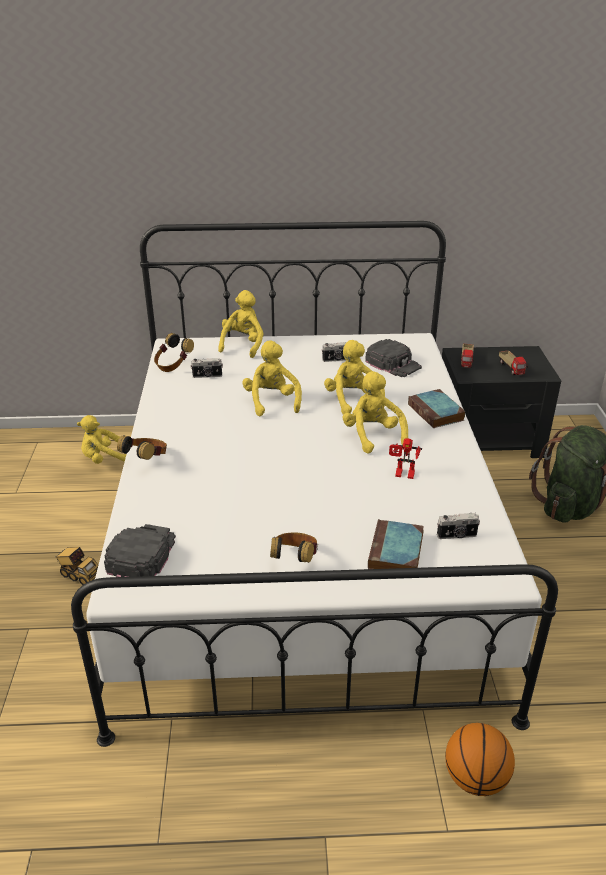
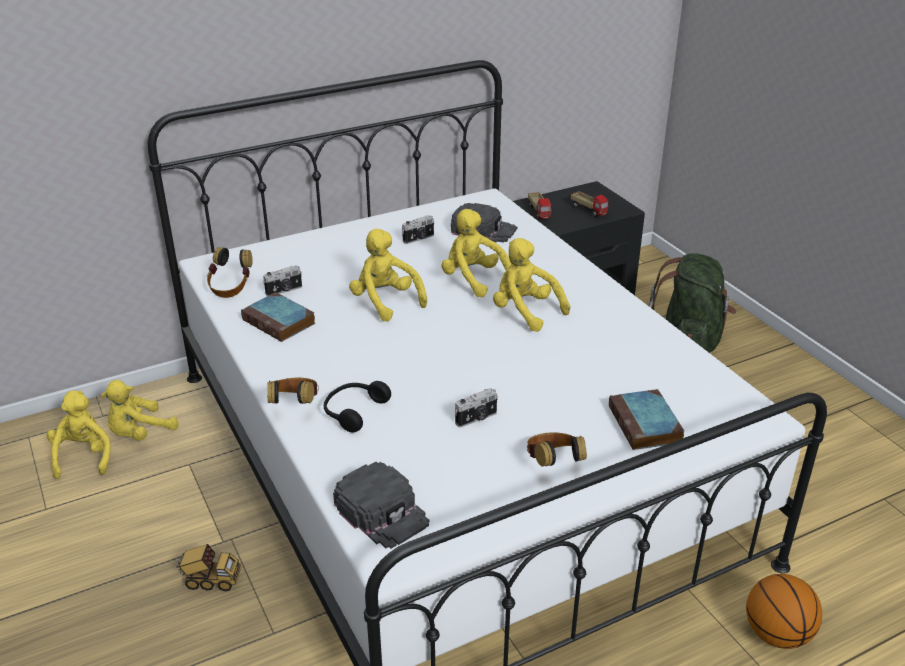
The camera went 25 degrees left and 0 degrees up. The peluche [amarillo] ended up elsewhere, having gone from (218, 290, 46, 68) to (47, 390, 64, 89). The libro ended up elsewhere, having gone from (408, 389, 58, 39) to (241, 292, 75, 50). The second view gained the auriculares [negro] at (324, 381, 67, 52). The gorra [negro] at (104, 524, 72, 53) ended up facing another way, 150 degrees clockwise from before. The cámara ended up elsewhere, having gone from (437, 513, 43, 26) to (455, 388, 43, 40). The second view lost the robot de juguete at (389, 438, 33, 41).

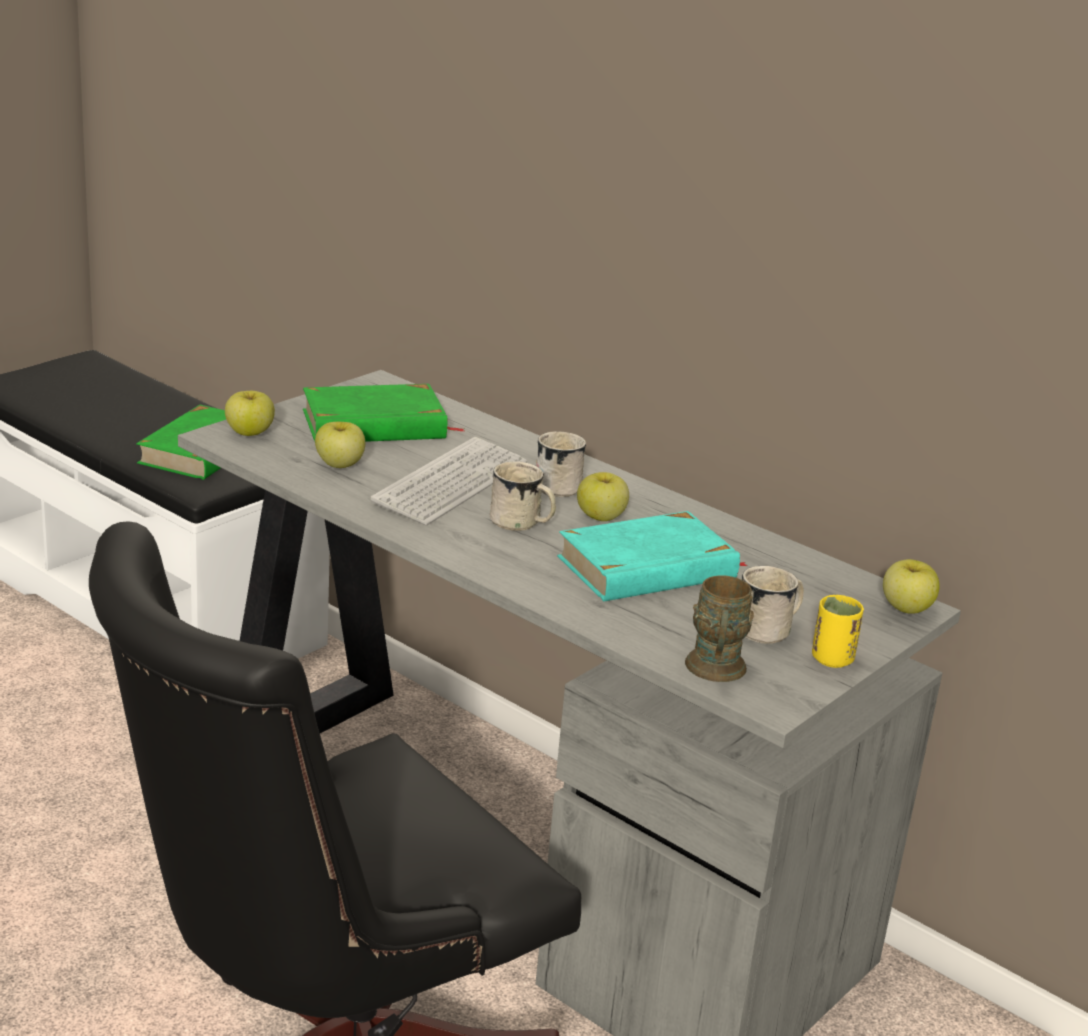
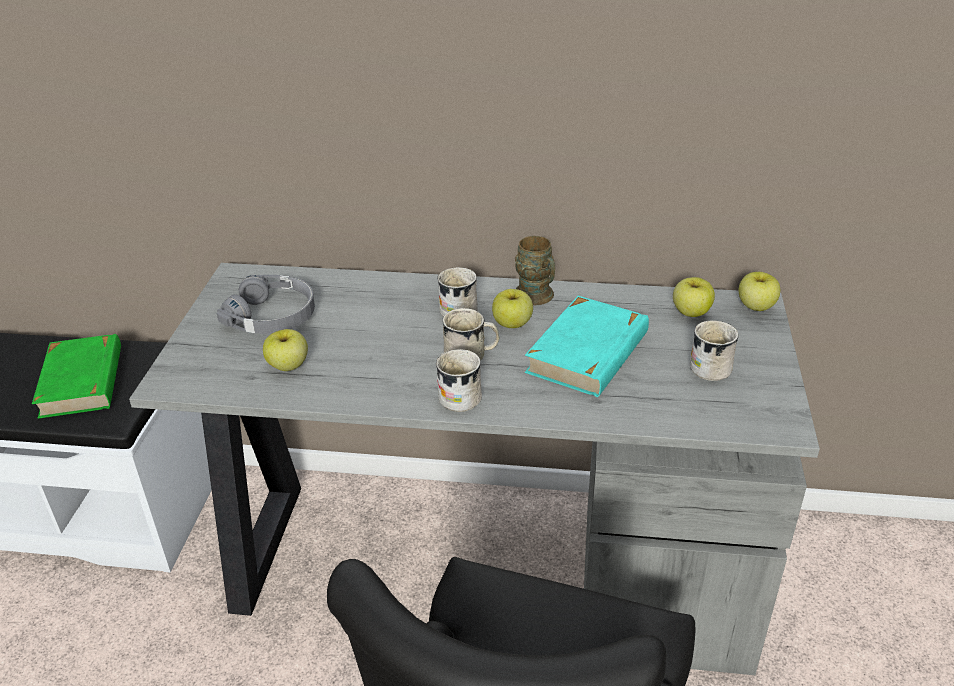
The camera went 30 degrees left and 10 degrees up. Where the libro [verde] stood at (303, 384, 161, 58), the auriculares [gris] came to stand at (217, 275, 98, 59). The second view gained the taza grande [blanco] at (436, 349, 46, 63). The taza grande [marrón] ended up elsewhere, having gone from (685, 576, 69, 106) to (515, 236, 40, 69). The manzana ended up elsewhere, having gone from (225, 391, 50, 45) to (673, 277, 42, 40). The second view lost the teclado at (370, 437, 157, 88). The second view lost the taza [amarillo] at (812, 595, 52, 73).

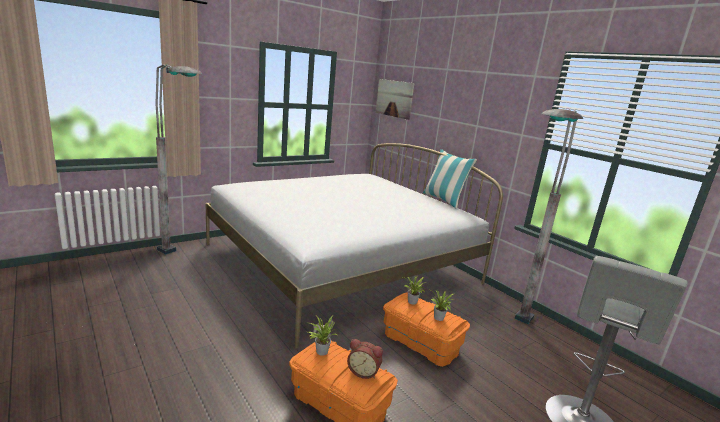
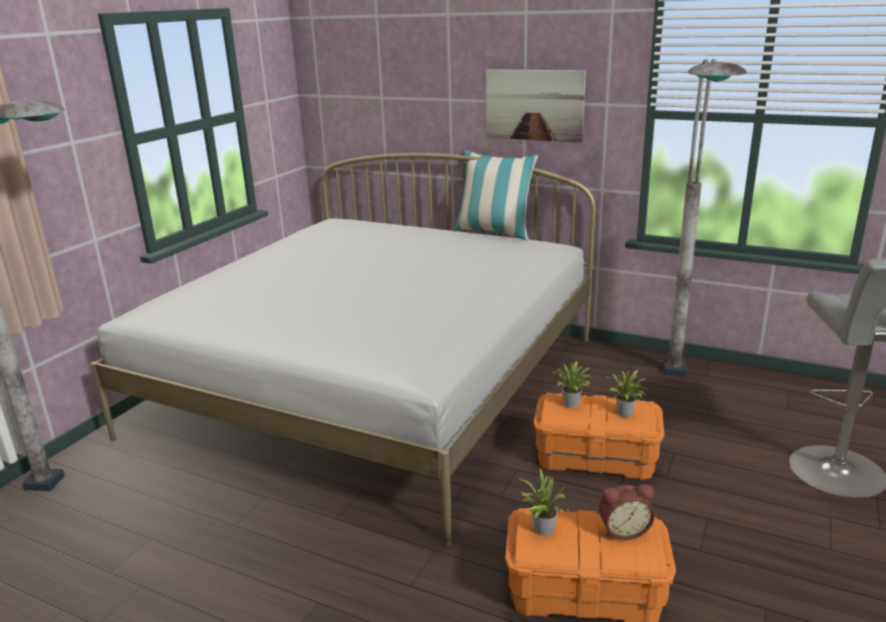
The camera went 25 degrees left and 5 degrees up. The cuadro ended up elsewhere, having gone from (376, 79, 38, 41) to (486, 69, 100, 74).

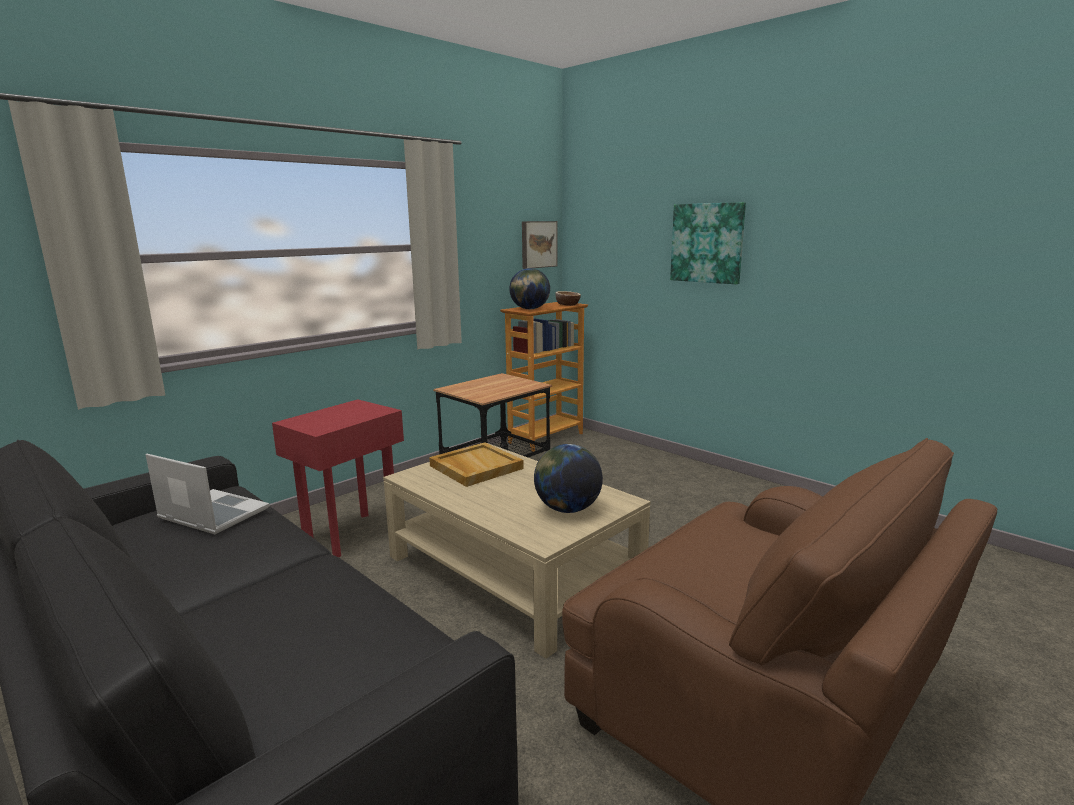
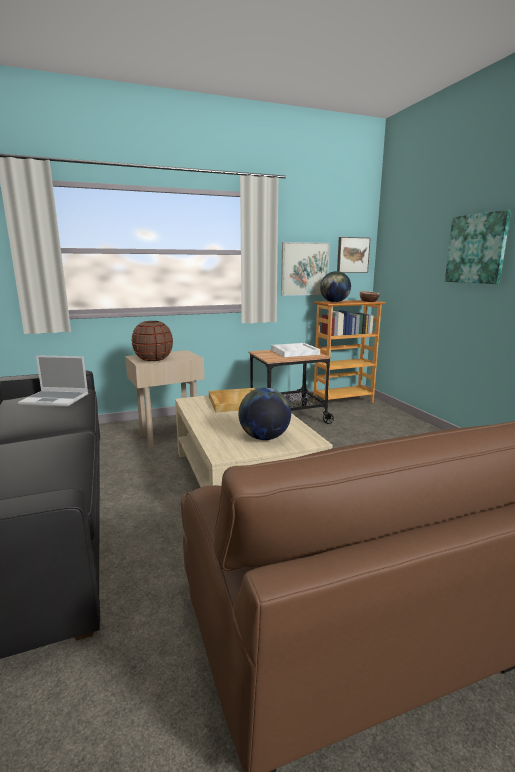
The camera went 25 degrees right and 0 degrees up. The portátil at (146, 454, 124, 80) ended up facing another way, 135 degrees clockwise from before. What was the mesa auxiliar [rojo] at (272, 399, 132, 158) turned into the mesa auxiliar [beis] at (125, 350, 80, 98). The second view gained the florero [marrón] at (132, 321, 41, 40). The second view gained the bandeja [blanco] at (271, 343, 49, 14). The second view gained the cuadro at (281, 242, 49, 54).

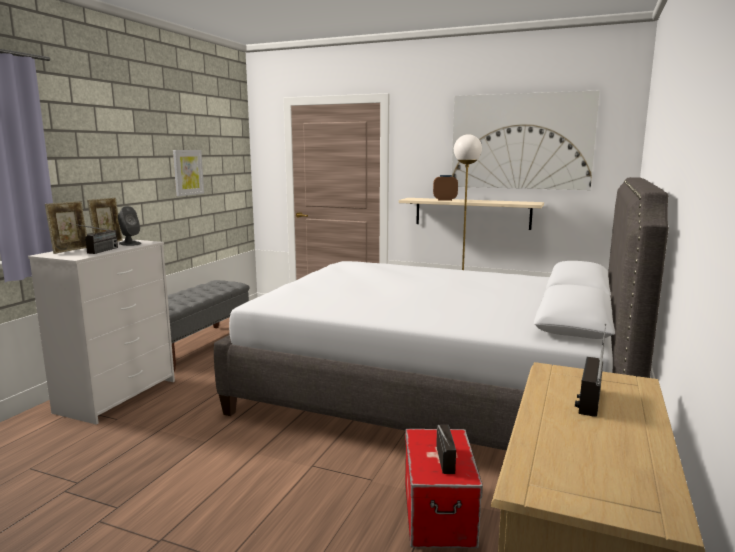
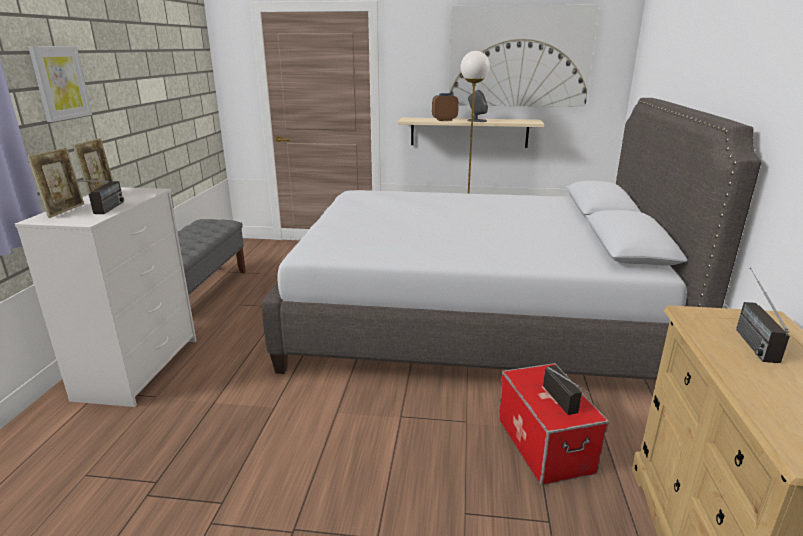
The camera went 15 degrees left and 10 degrees up. The cuadro ended up elsewhere, having gone from (173, 150, 31, 46) to (28, 46, 64, 76). The altavoz [gris] ended up elsewhere, having gone from (118, 206, 23, 40) to (467, 90, 21, 32).

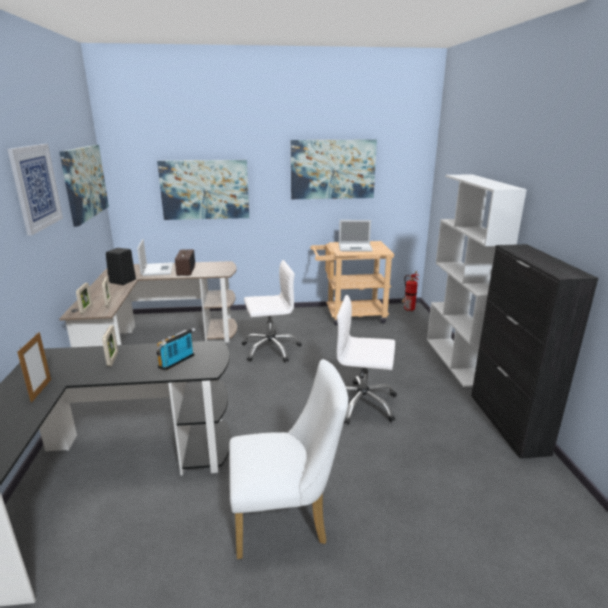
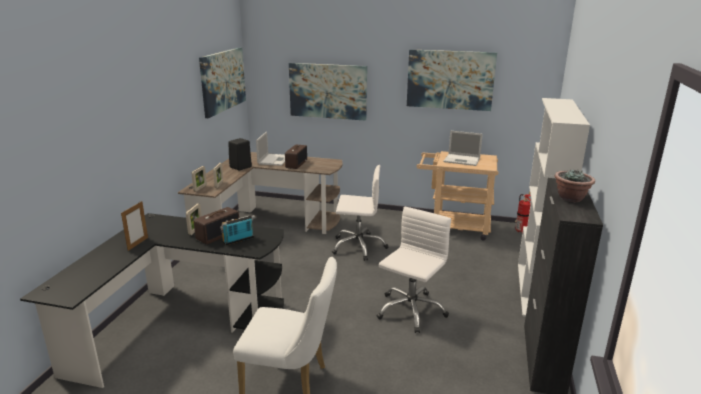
The camera went 20 degrees right and 0 degrees up. The second view gained the radio at (194, 207, 45, 37). The silla de oficina [blanco] at (337, 295, 60, 130) ended up facing another way, 90 degrees clockwise from before. The second view gained the planta en maceta at (555, 169, 40, 33). The second view lost the cuadro at (7, 144, 56, 92).

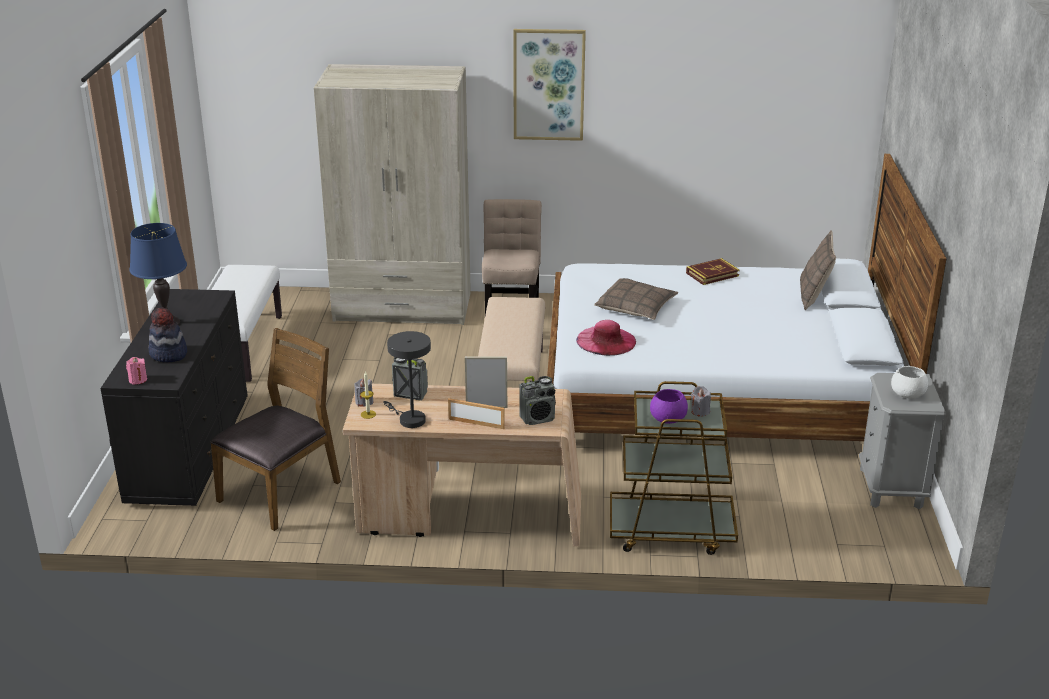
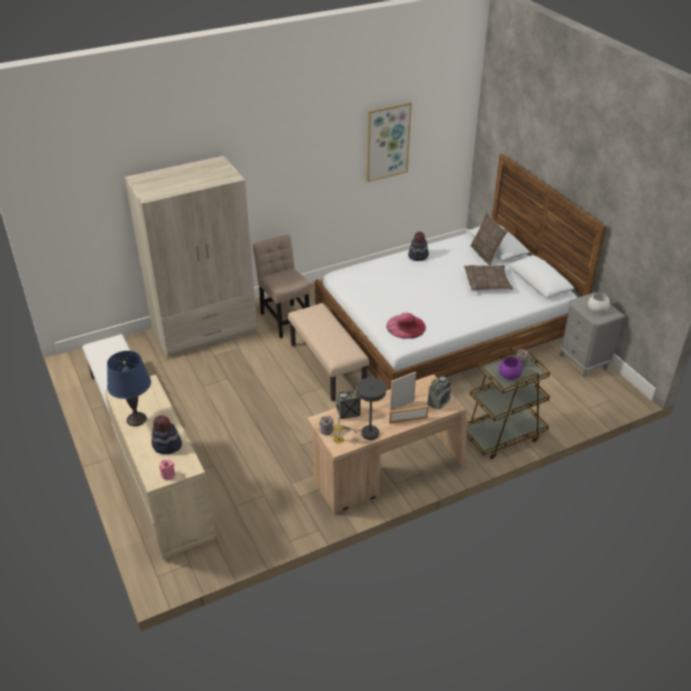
The camera went 30 degrees left and 10 degrees up. What was the cómoda [negro] at (100, 289, 148, 217) turned into the cómoda [beis] at (104, 375, 111, 184). The cuadro ended up elsewhere, having gone from (513, 29, 73, 112) to (366, 102, 46, 80). Where the libro stood at (686, 258, 54, 27), the sombrero came to stand at (408, 231, 21, 30). The cojín ended up elsewhere, having gone from (594, 278, 84, 42) to (464, 265, 50, 26). The second view lost the silla [marrón] at (210, 328, 131, 203).

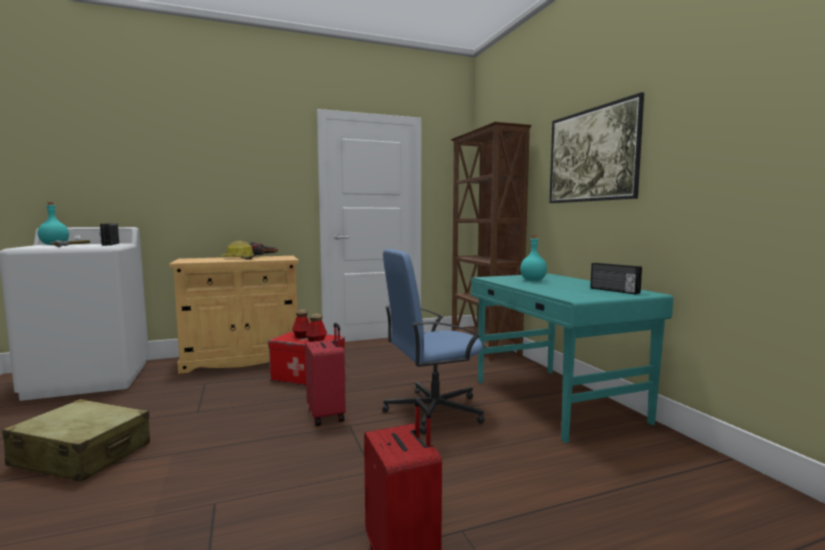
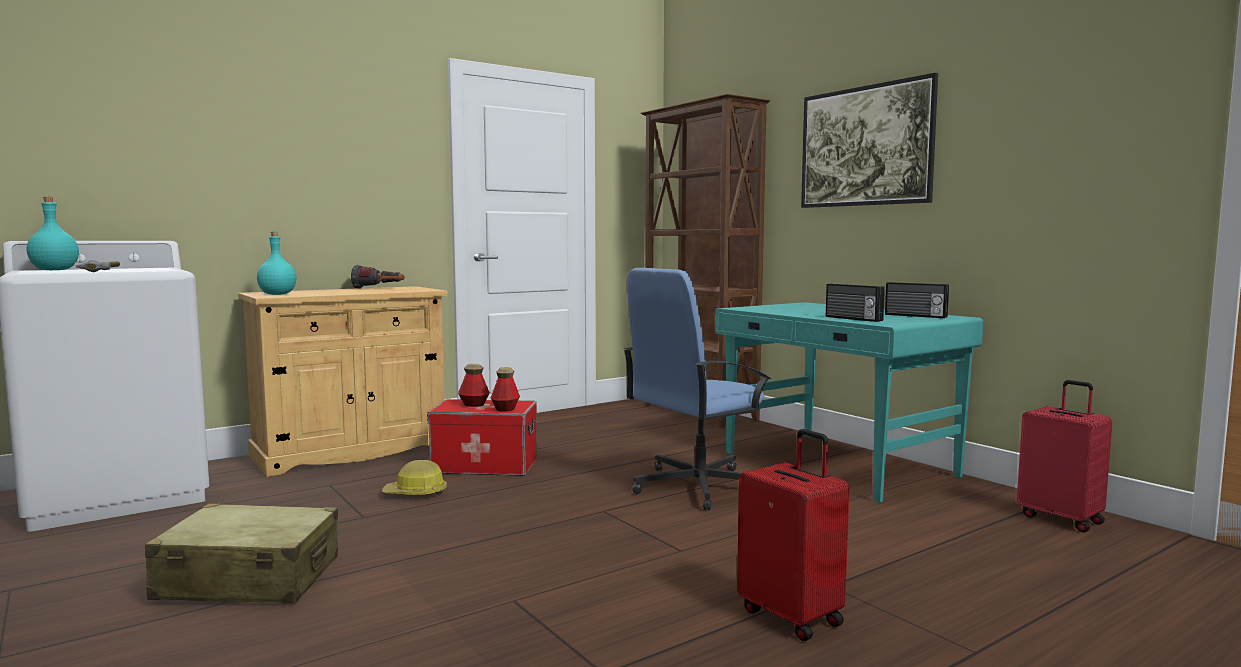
The camera went 15 degrees left and 0 degrees up. The botella [turquesa] ended up elsewhere, having gone from (520, 235, 27, 46) to (257, 232, 39, 63). The casco ended up elsewhere, having gone from (219, 241, 35, 19) to (382, 460, 65, 35). The radio ended up elsewhere, having gone from (99, 223, 20, 23) to (826, 284, 59, 38). The maleta [rojo] ended up elsewhere, having gone from (305, 323, 41, 103) to (1017, 380, 95, 152).

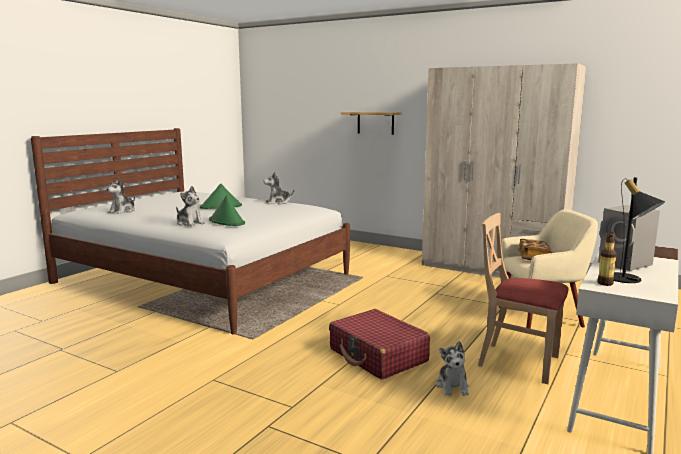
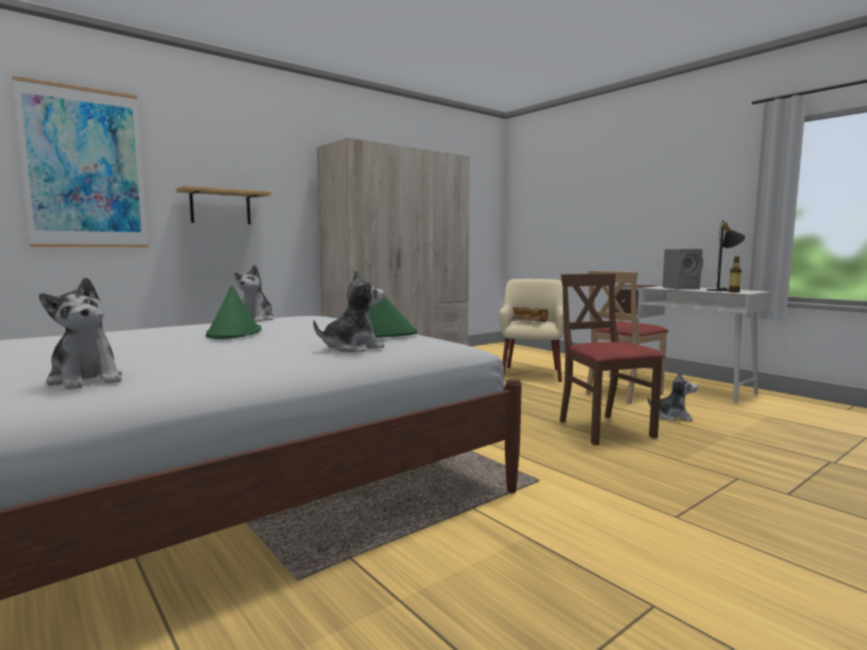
The camera went 70 degrees left and 5 degrees down. The second view gained the cuadro at (12, 76, 136, 171). Where the maleta [rojo] stood at (329, 309, 101, 71), the silla [marrón] came to stand at (560, 273, 105, 173).

